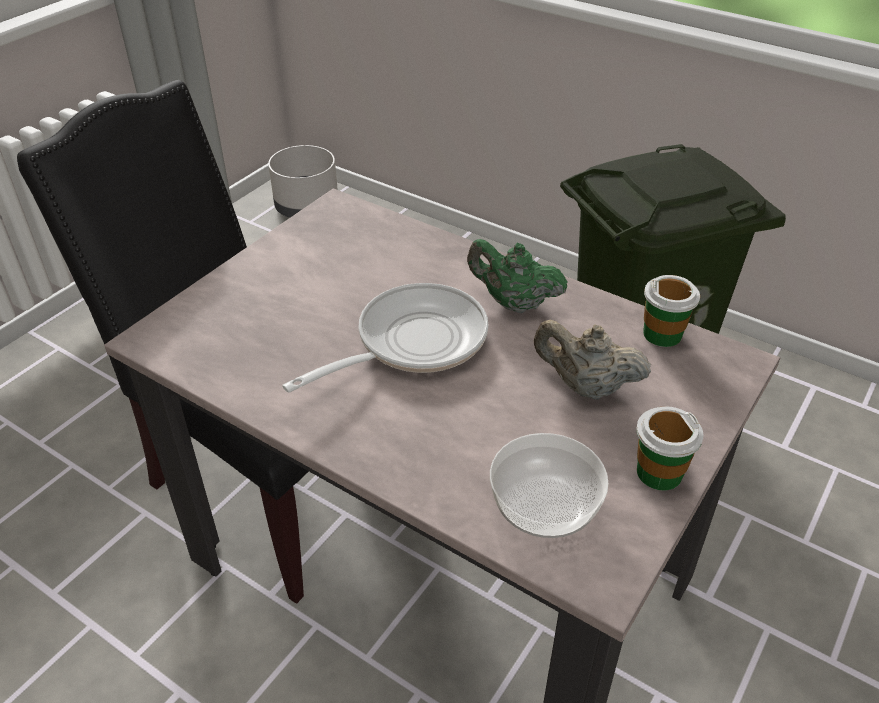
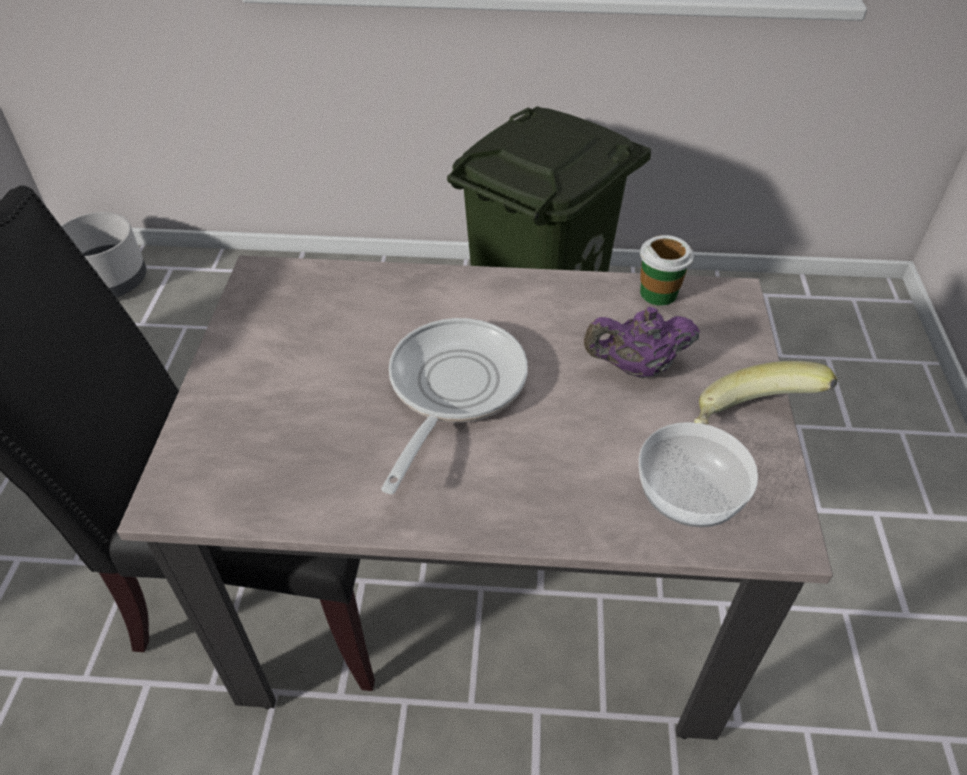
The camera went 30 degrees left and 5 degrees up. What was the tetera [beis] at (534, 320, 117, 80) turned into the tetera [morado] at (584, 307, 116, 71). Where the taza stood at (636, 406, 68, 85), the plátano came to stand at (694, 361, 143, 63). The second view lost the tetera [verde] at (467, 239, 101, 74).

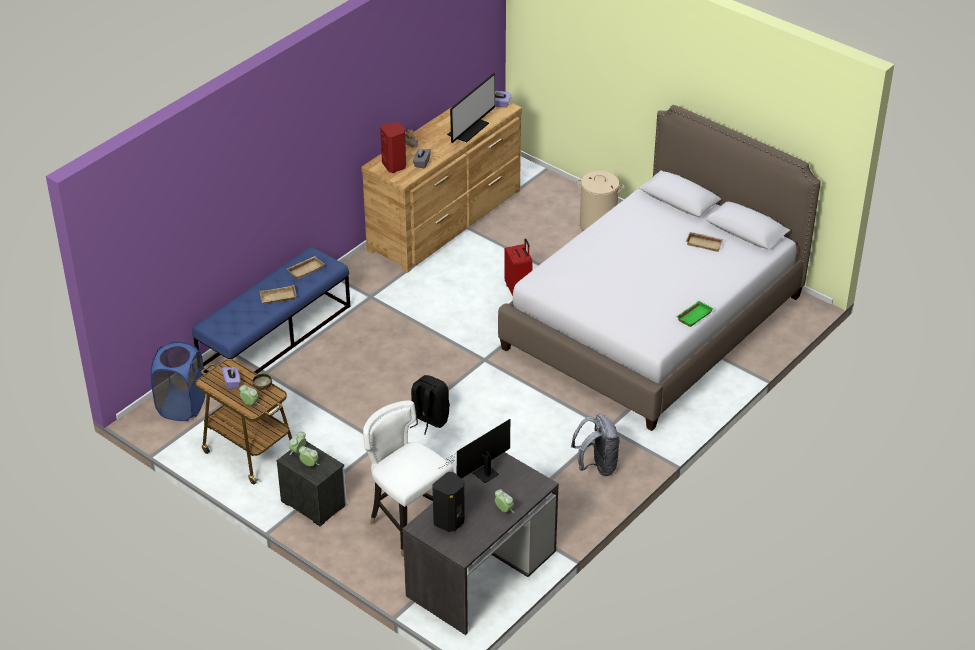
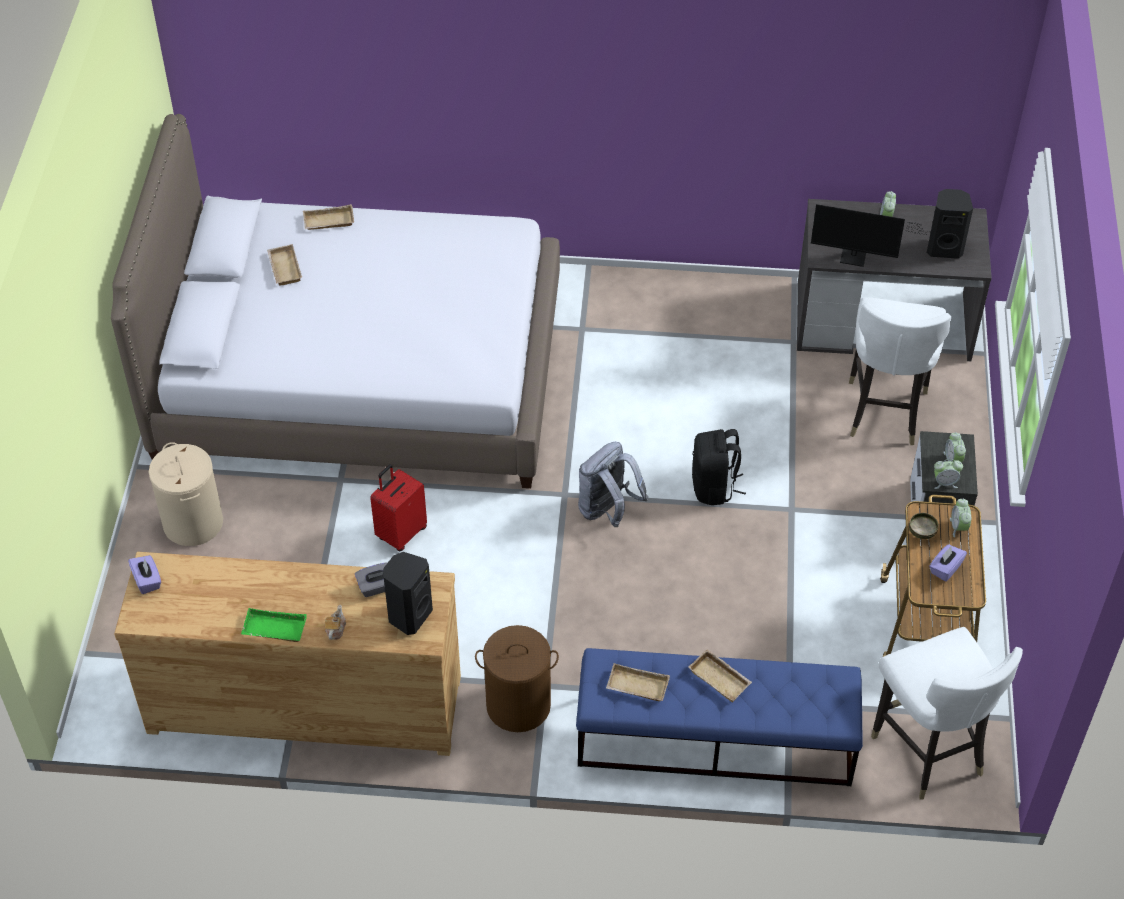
The camera went 125 degrees left and 10 degrees up. The bandeja [verde] ended up elsewhere, having gone from (676, 301, 38, 26) to (241, 608, 66, 34). The second view gained the bandeja [beis] at (303, 204, 51, 26). What was the altavoz [rojo] at (380, 122, 26, 51) turned into the altavoz [negro] at (383, 552, 50, 83). The second view gained the cesto de la ropa [marrón] at (475, 625, 84, 107). The mochila [gris] ended up elsewhere, having gone from (571, 413, 49, 63) to (578, 442, 70, 85). Where the cesto de la ropa [azul] stood at (151, 341, 54, 80), the silla [blanco] came to stand at (871, 627, 152, 173). The second view lost the monitor at (447, 73, 48, 70).

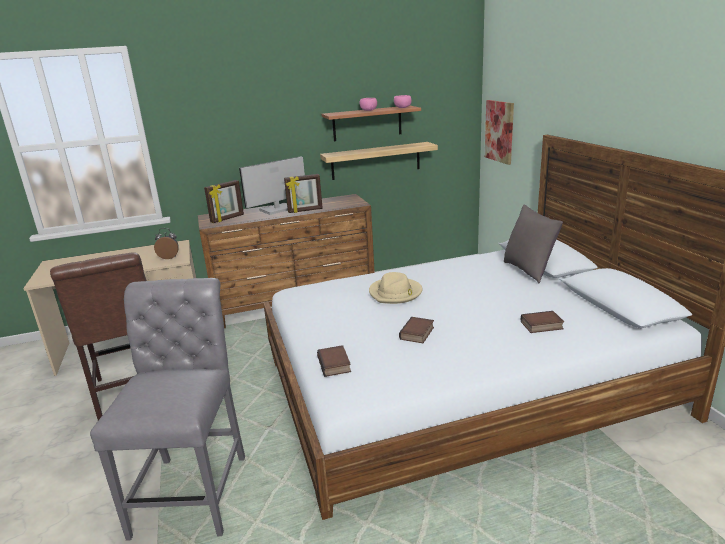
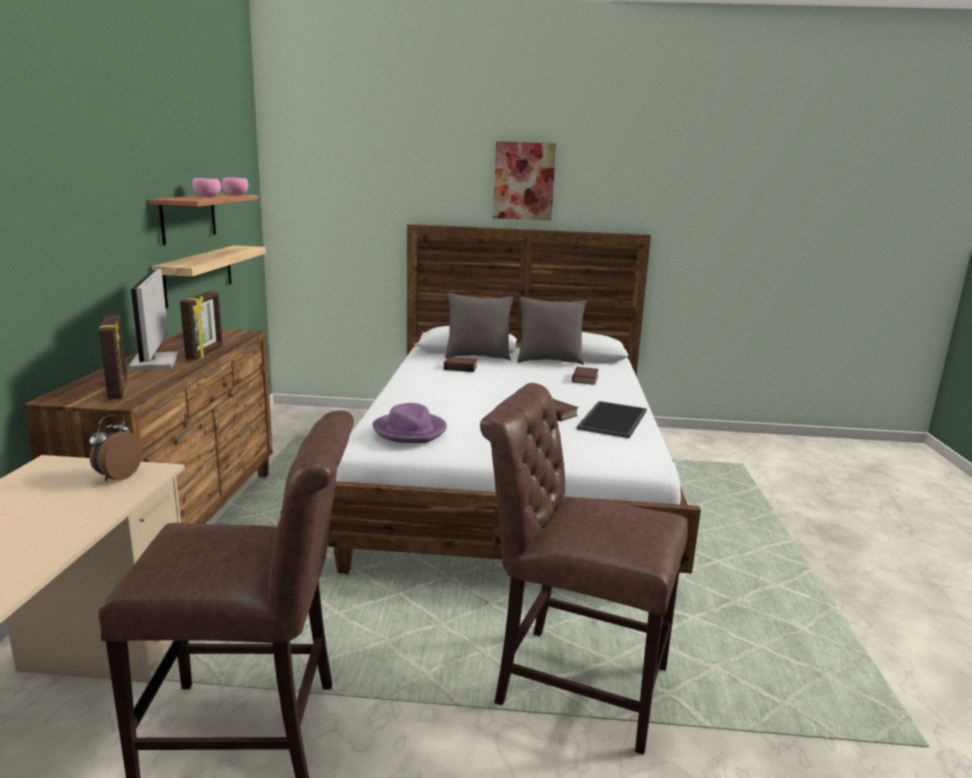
The camera went 70 degrees left and 5 degrees down. The second view gained the sombrero [morado] at (372, 403, 75, 40). The libro ended up elsewhere, having gone from (317, 345, 34, 32) to (444, 357, 34, 15). What was the silla [gris] at (90, 278, 155, 263) turned into the silla [marrón] at (480, 383, 208, 372). The cuadro ended up elsewhere, having gone from (485, 100, 29, 65) to (493, 141, 63, 80). The second view gained the cojín [gris] at (517, 297, 70, 68). The second view gained the bandeja at (577, 401, 70, 37). The second view lost the sombrero [beis] at (369, 272, 54, 32).

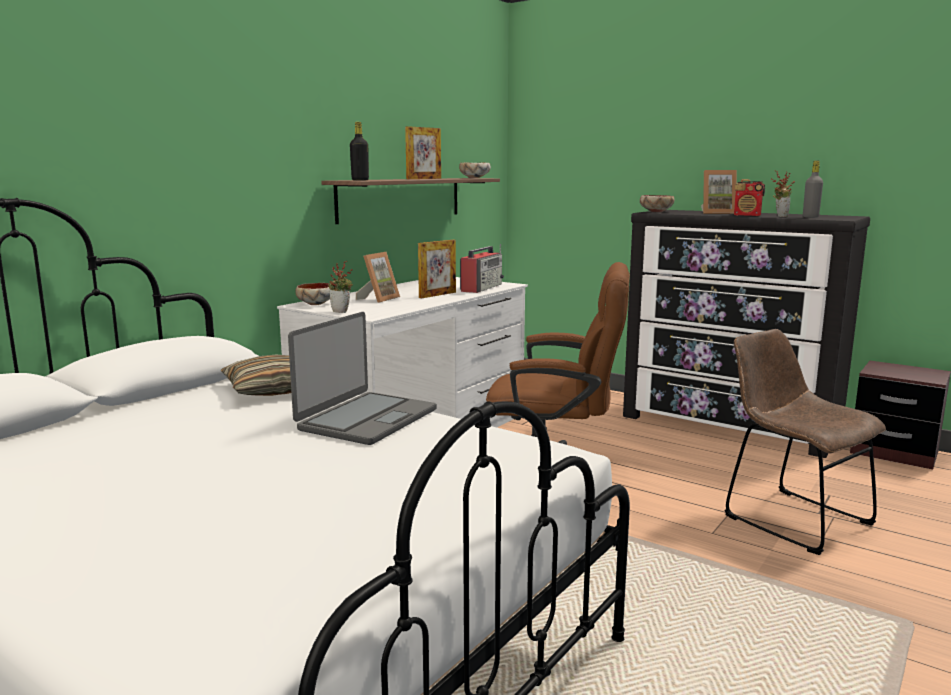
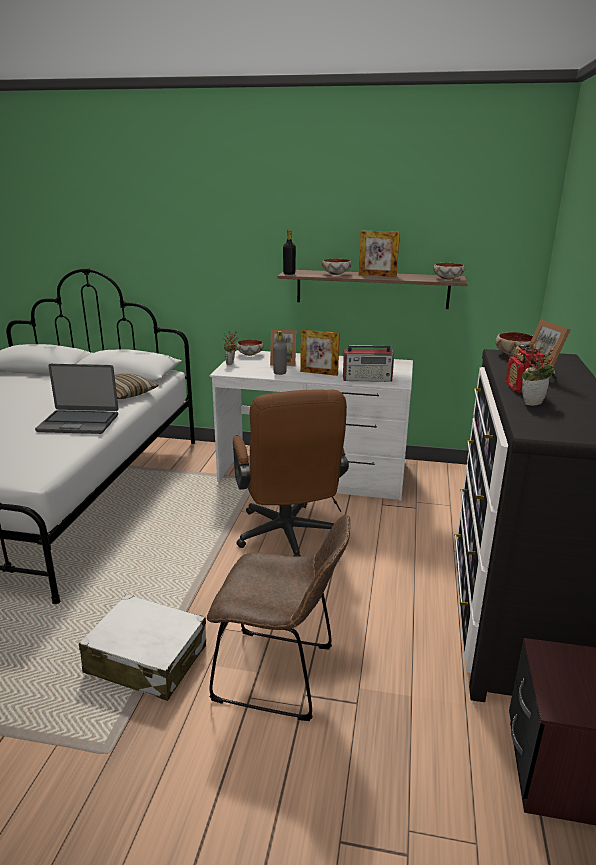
The camera went 65 degrees right and 10 degrees up. The second view gained the maleta [blanco] at (79, 594, 127, 107). The silla [marrón] at (724, 329, 162, 226) ended up facing another way, 75 degrees clockwise from before. The botella [gris] ended up elsewhere, having gone from (803, 161, 20, 57) to (273, 331, 14, 44). The second view gained the cuenco at (322, 258, 29, 17).

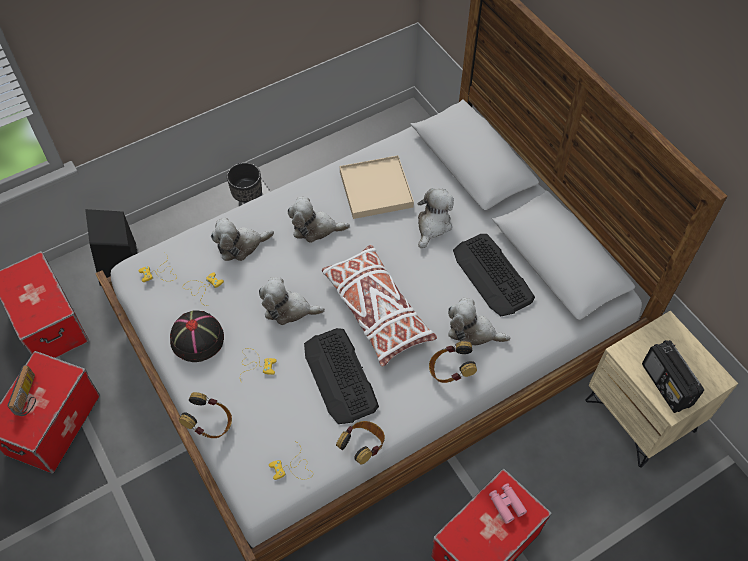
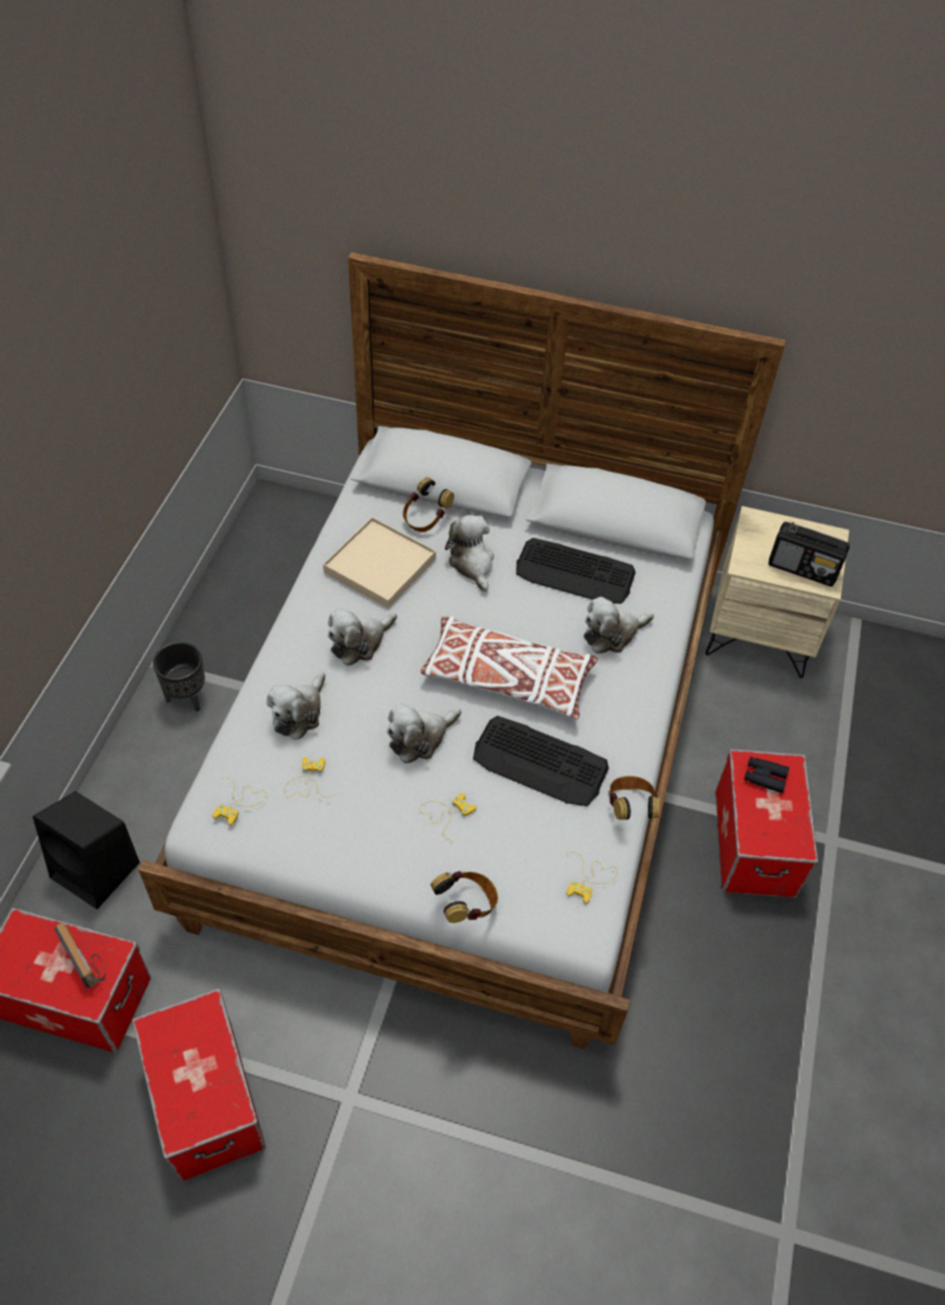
The camera went 45 degrees left and 5 degrees down. The radio ended up elsewhere, having gone from (7, 365, 29, 51) to (54, 922, 51, 66). The auriculares ended up elsewhere, having gone from (429, 341, 48, 42) to (403, 477, 51, 55). What was the prismáticos [rosa] at (489, 483, 38, 41) turned into the prismáticos [negro] at (744, 757, 45, 36). The second view lost the sombrero [negro] at (170, 310, 54, 52).

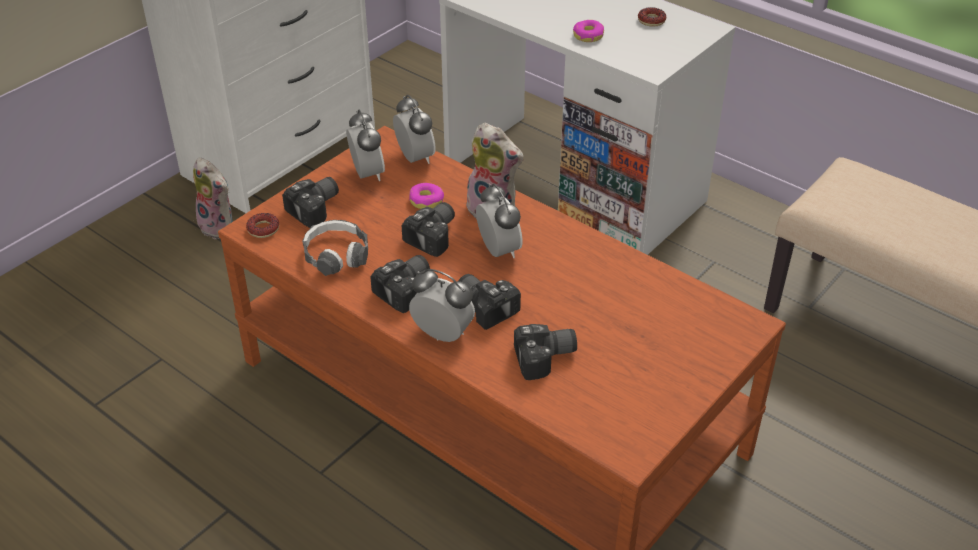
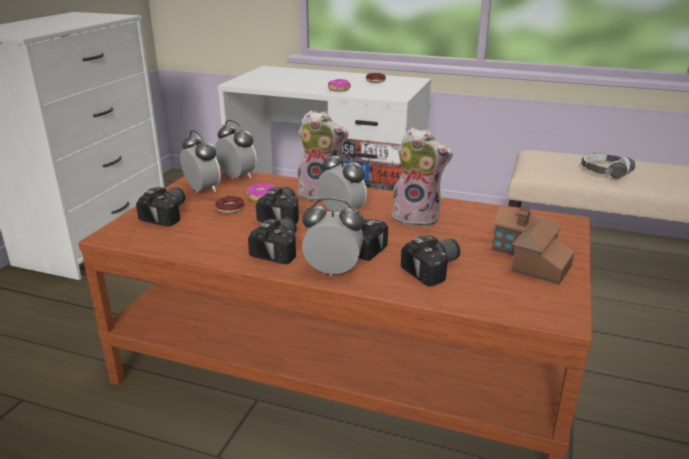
The camera went 20 degrees left and 15 degrees down. The rosquilla ended up elsewhere, having gone from (246, 213, 33, 25) to (215, 196, 29, 17). The peluche ended up elsewhere, having gone from (193, 157, 40, 82) to (391, 127, 62, 100). The second view gained the casita at (493, 206, 82, 79). The auriculares ended up elsewhere, having gone from (302, 220, 66, 56) to (581, 153, 54, 26).

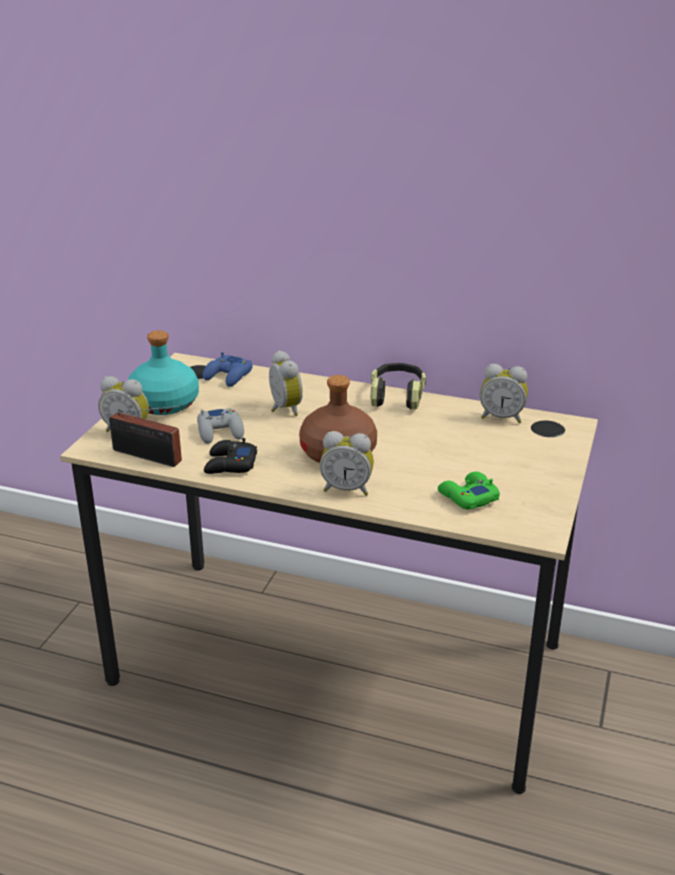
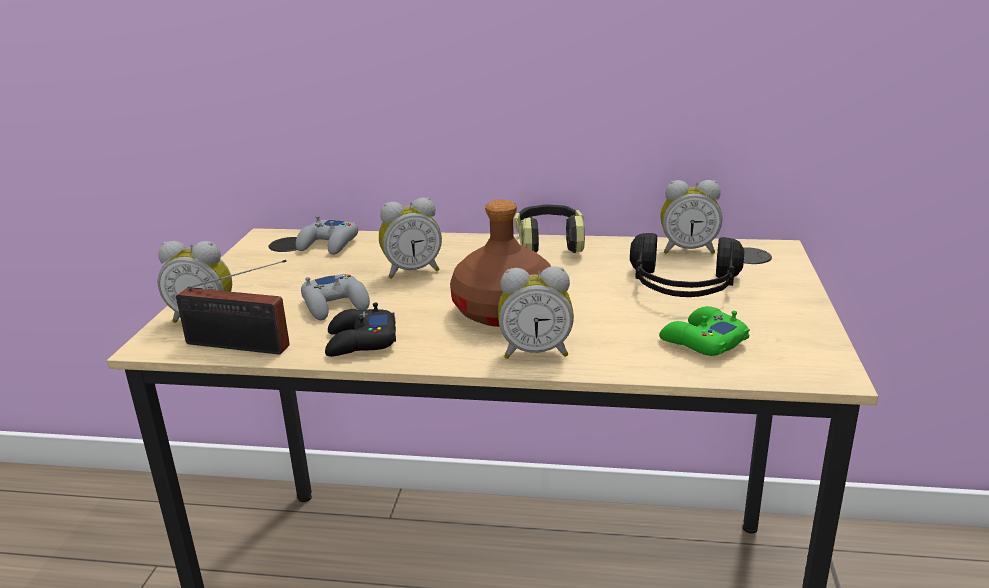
The camera went 10 degrees left and 5 degrees down. What was the mando de consola [azul] at (203, 352, 50, 35) turned into the mando de consola [gris] at (296, 215, 62, 40). The despertador at (269, 350, 34, 66) ended up facing another way, 105 degrees clockwise from before. The second view gained the auriculares [negro] at (630, 233, 114, 64). The second view lost the botella [turquesa] at (128, 330, 71, 85).

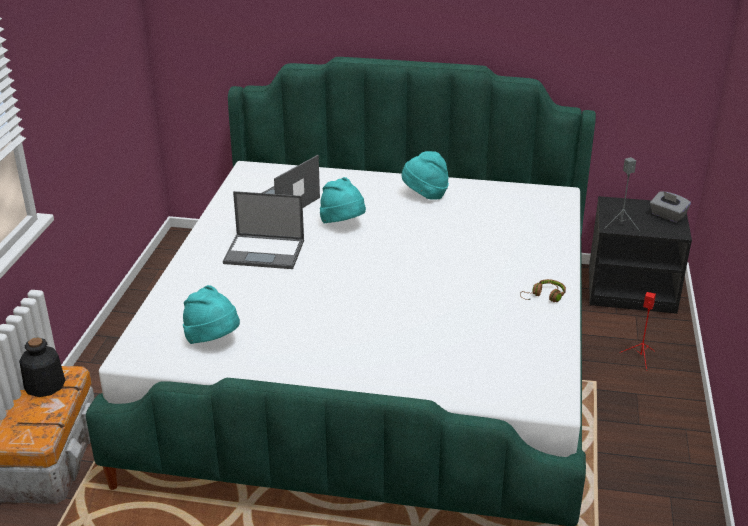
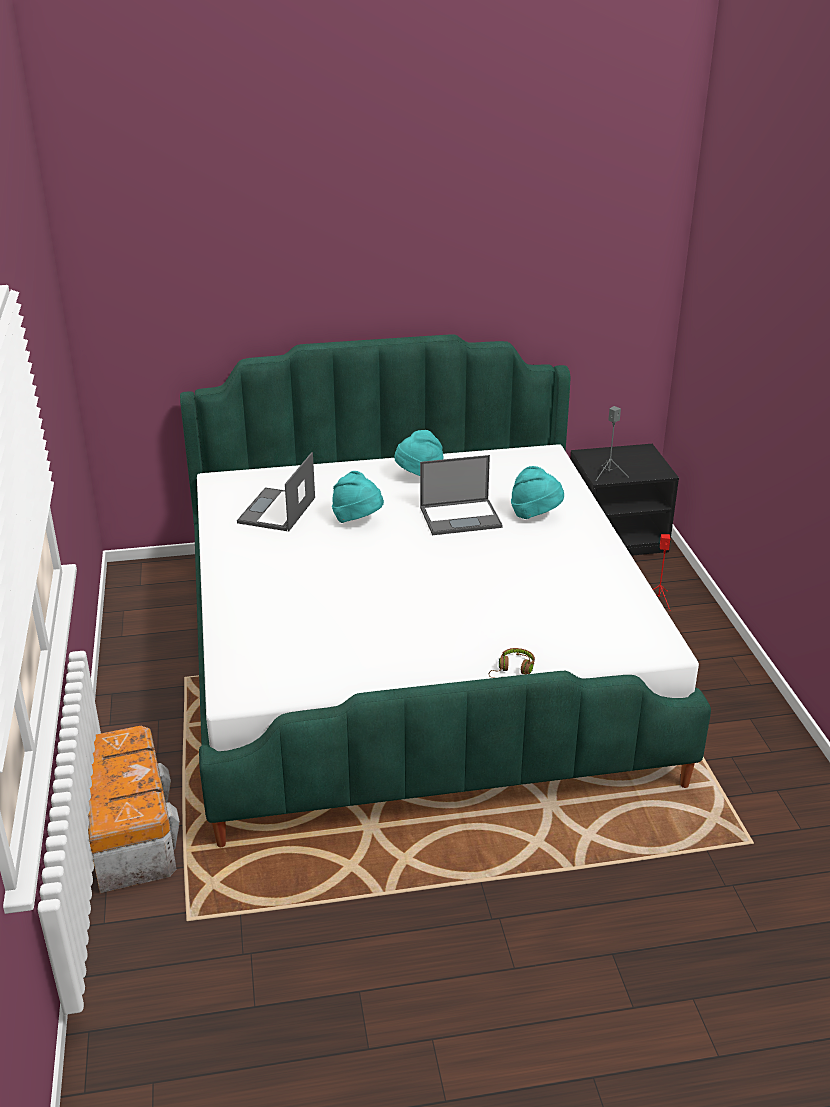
The camera went 20 degrees left and 0 degrees up. The portátil ended up elsewhere, having gone from (223, 191, 81, 78) to (420, 455, 83, 80). The auriculares [marrón] ended up elsewhere, having gone from (520, 279, 46, 23) to (489, 648, 46, 30). The sombrero [turquesa] ended up elsewhere, having gone from (183, 285, 57, 59) to (511, 466, 53, 53). The second view lost the botella at (19, 337, 47, 60). The second view lost the caja de pañuelos [gris] at (650, 191, 41, 32).

